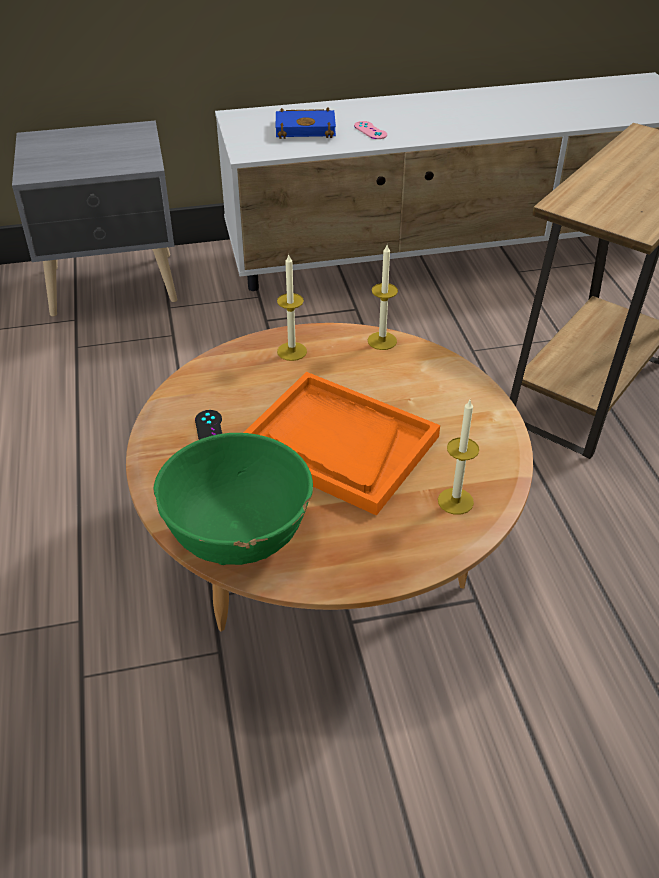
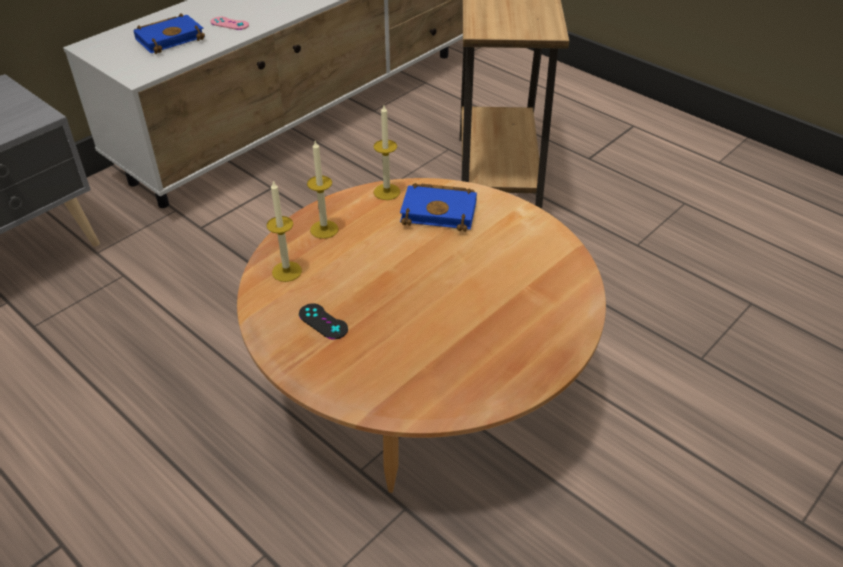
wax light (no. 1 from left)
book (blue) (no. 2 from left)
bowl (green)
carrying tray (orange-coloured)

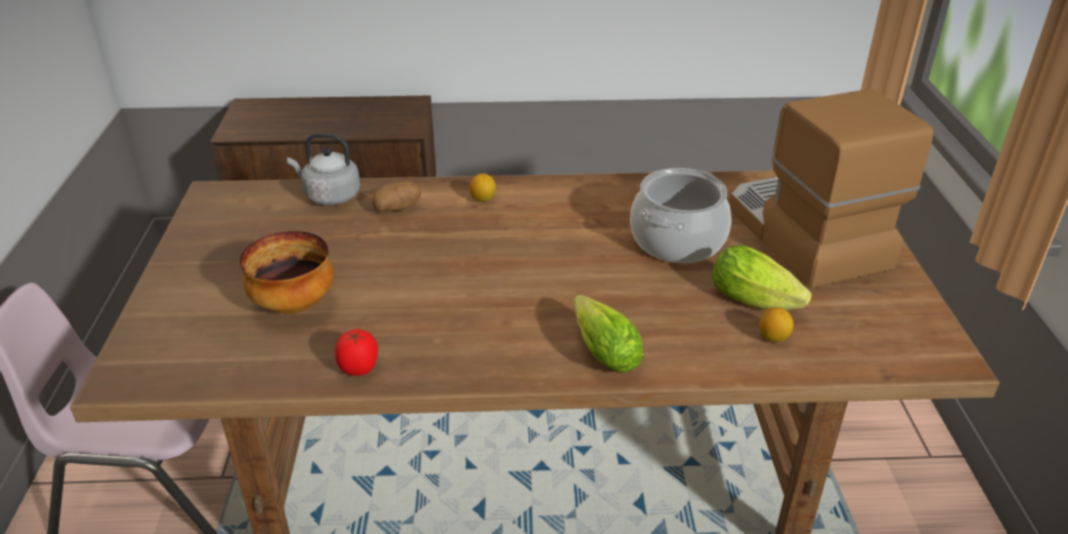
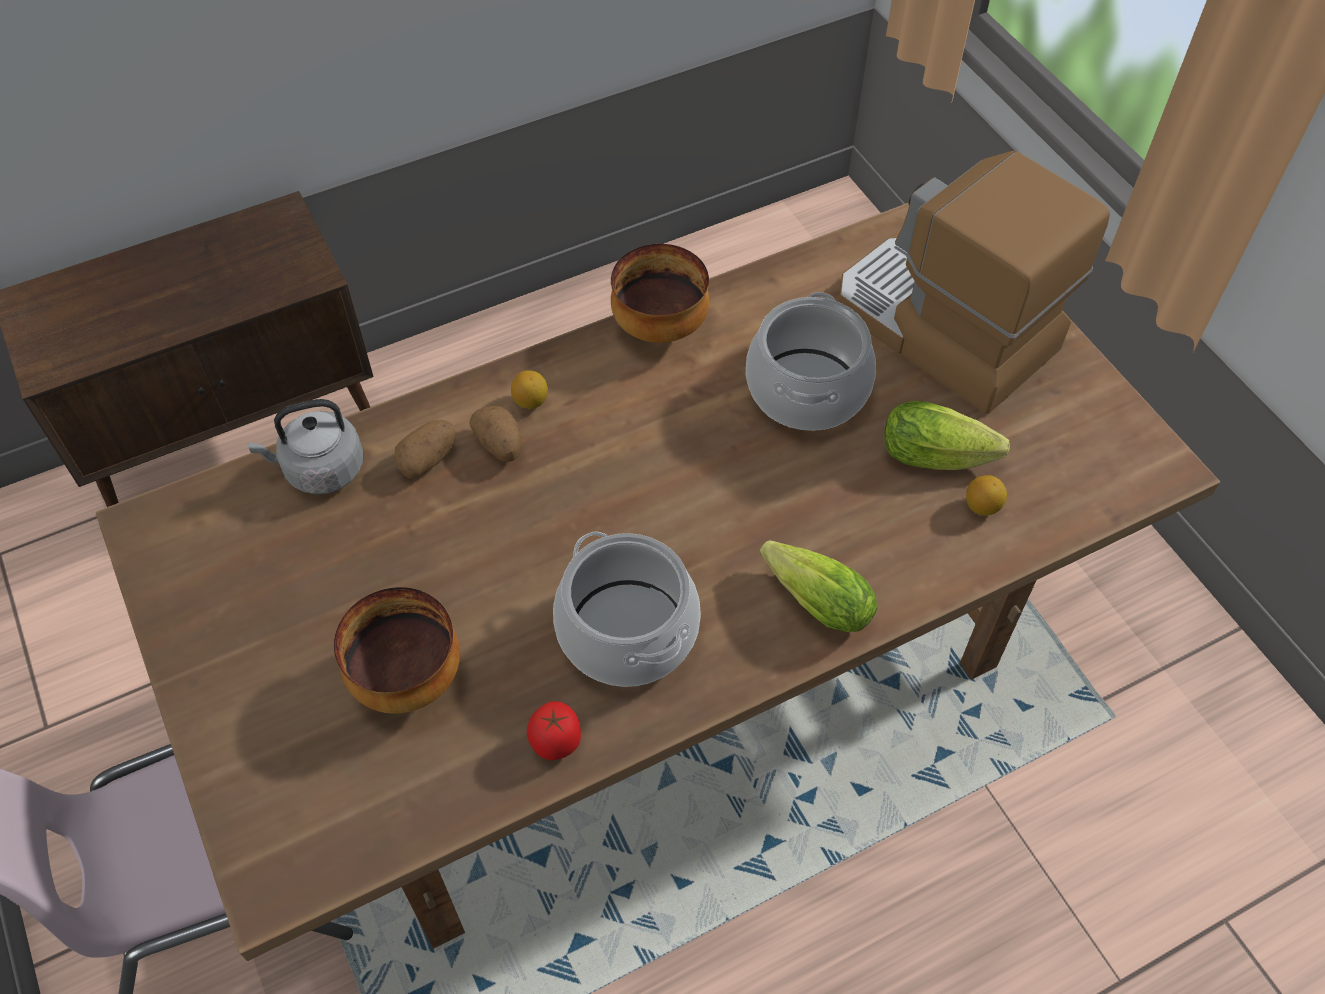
potato (no. 2 from left)
stockpot (no. 1 from left)
bowl (no. 2 from left)

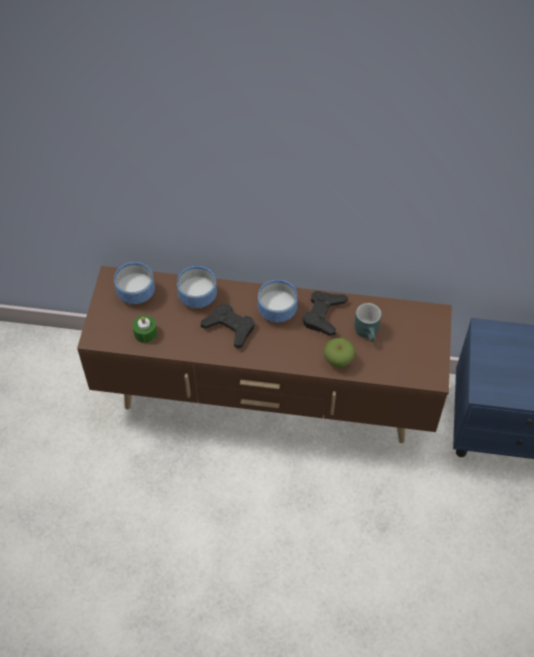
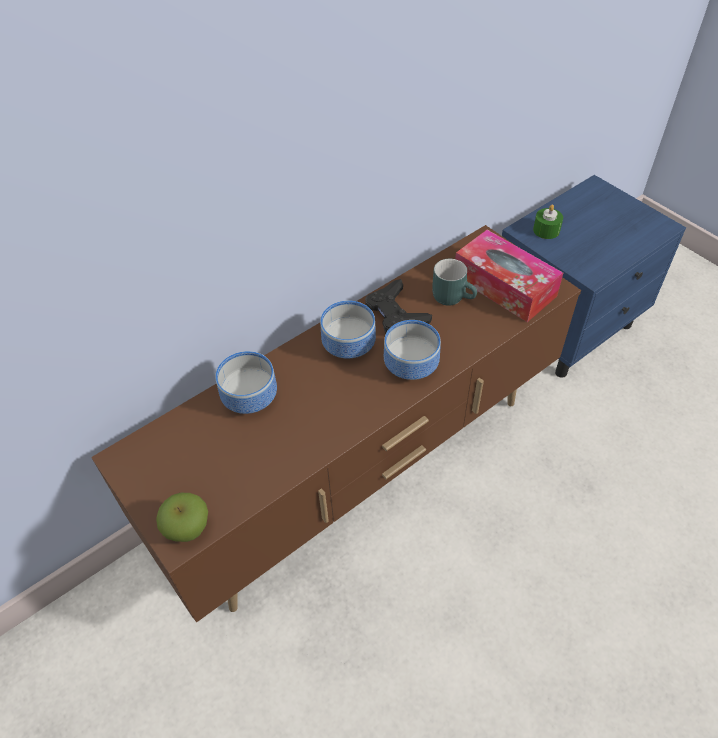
whole apple
bowl (no. 3 from left)
box of tissues
wax light (green)
game controller (black-coloured) (no. 1 from left in the first image)

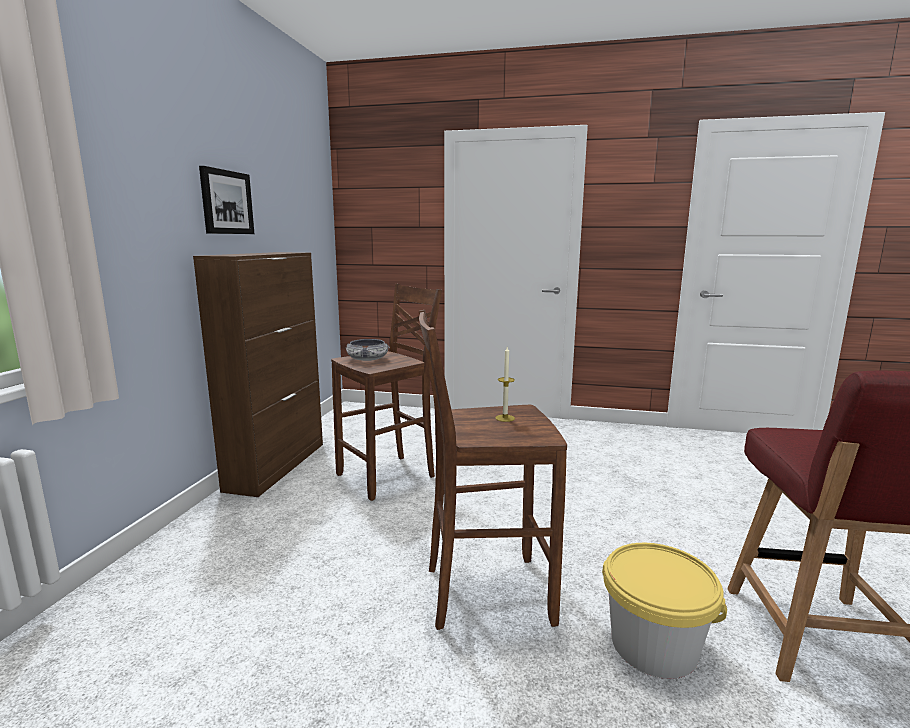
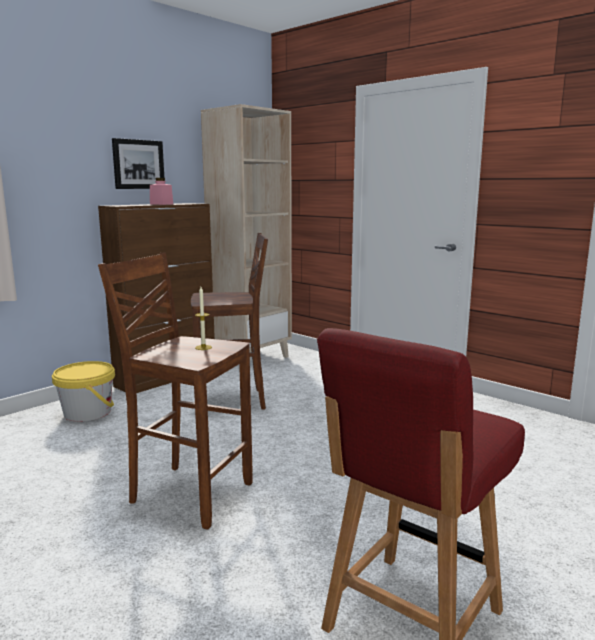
water bucket (yellowish)
storage jar (pink-coloured)
bookshelf (sand-coloured)
bowl

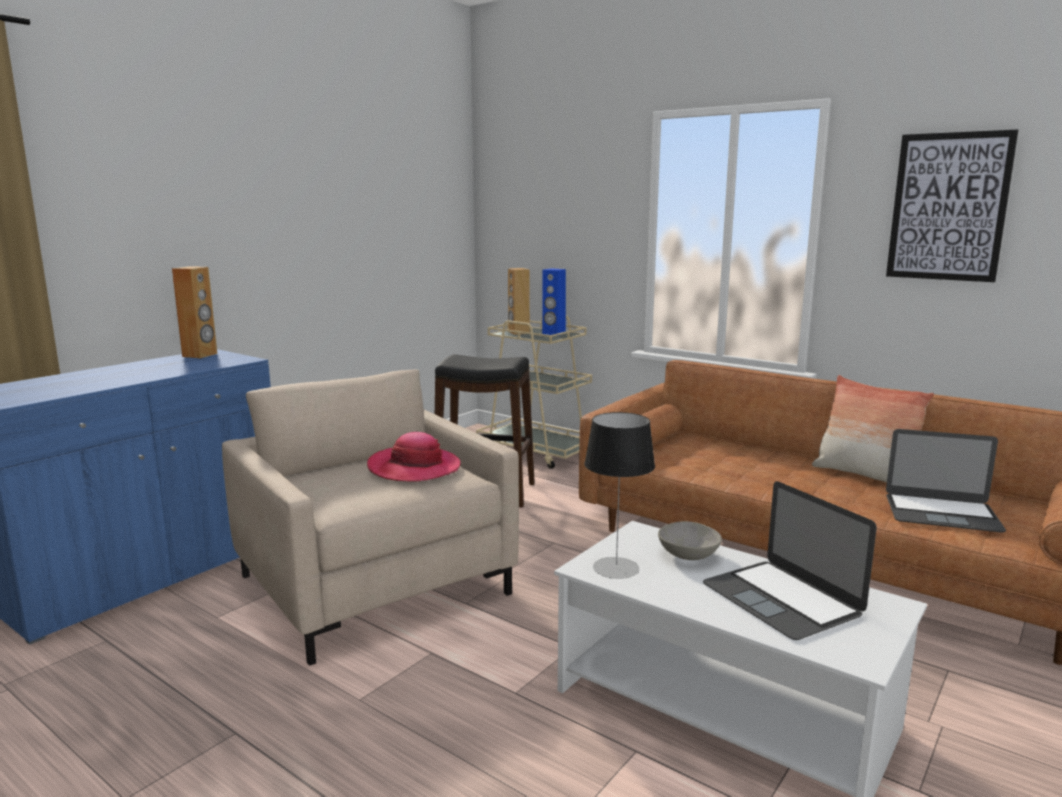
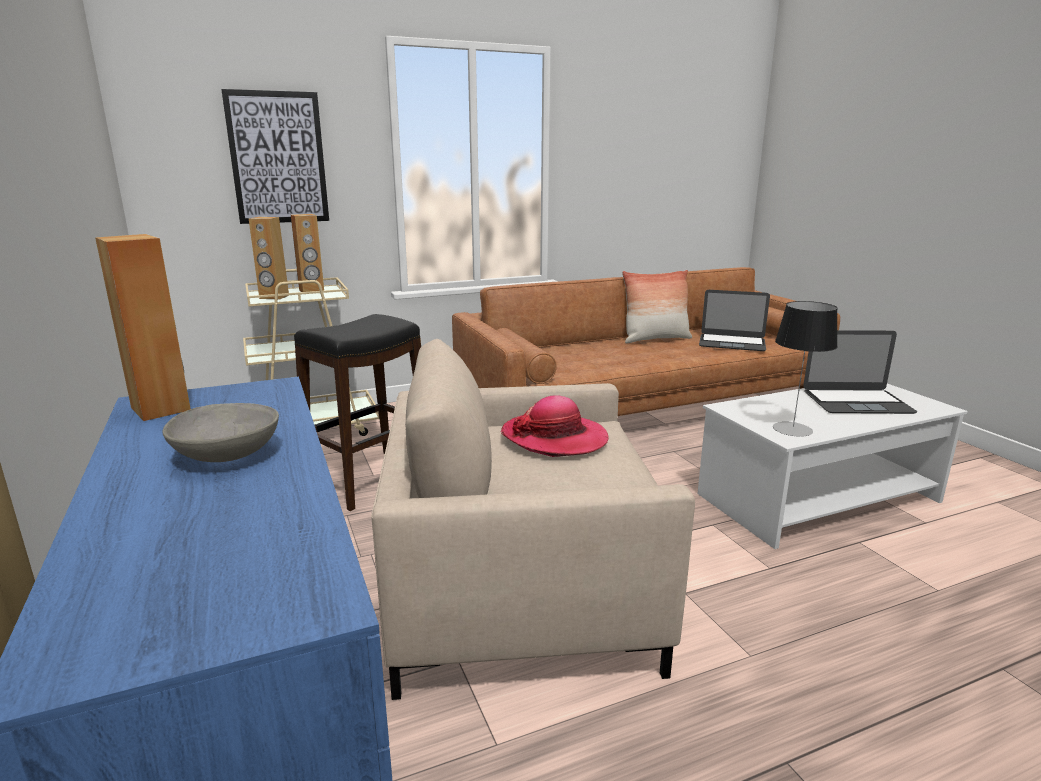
bowl (gray)
wall art
speaker (brown-coloured) (no. 3 from left)
portable computer (no. 1 from left)

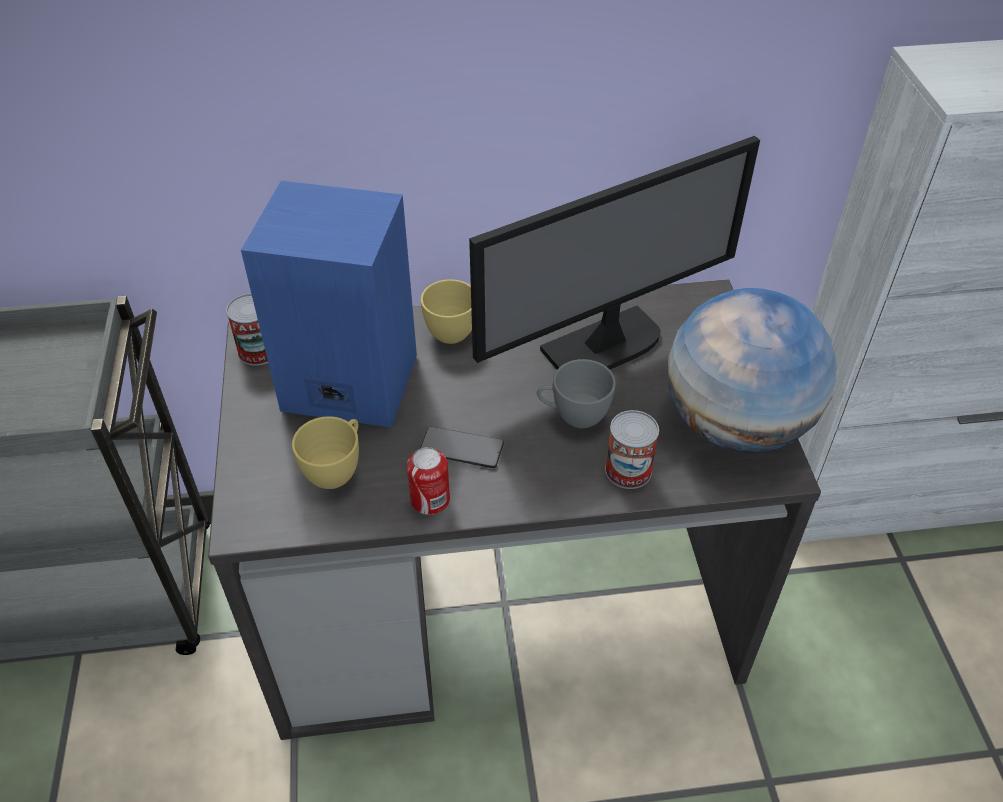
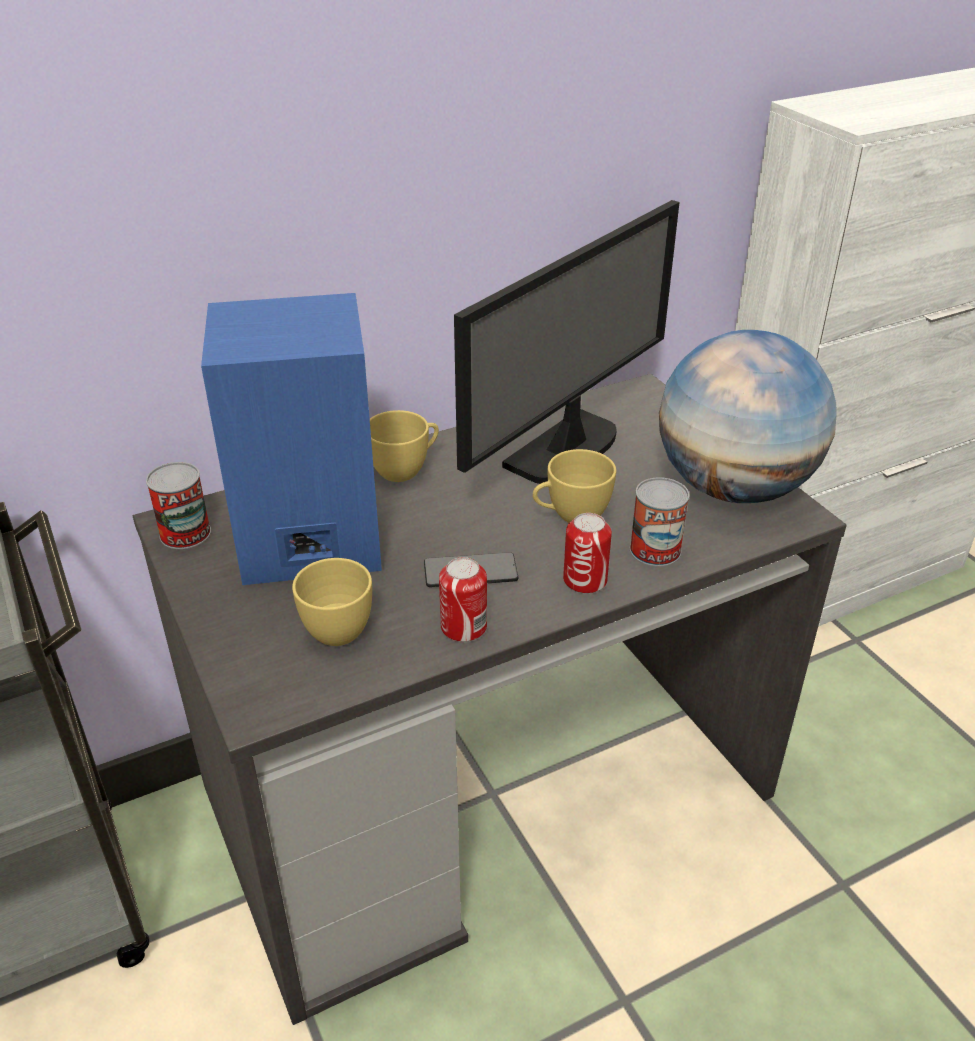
cup (yellowish) (no. 3 from left)
can (no. 3 from left)

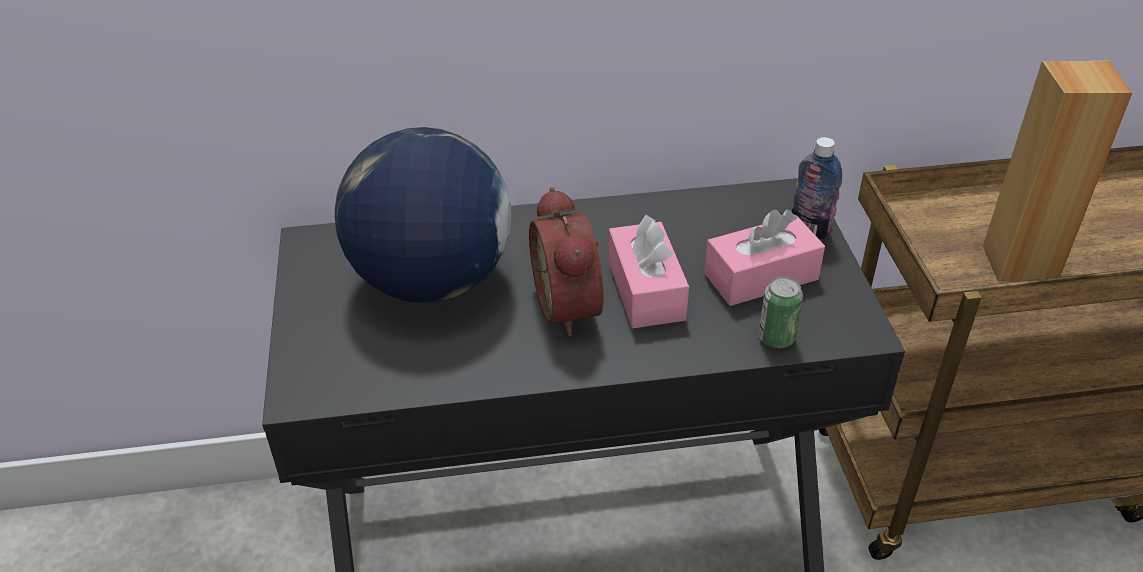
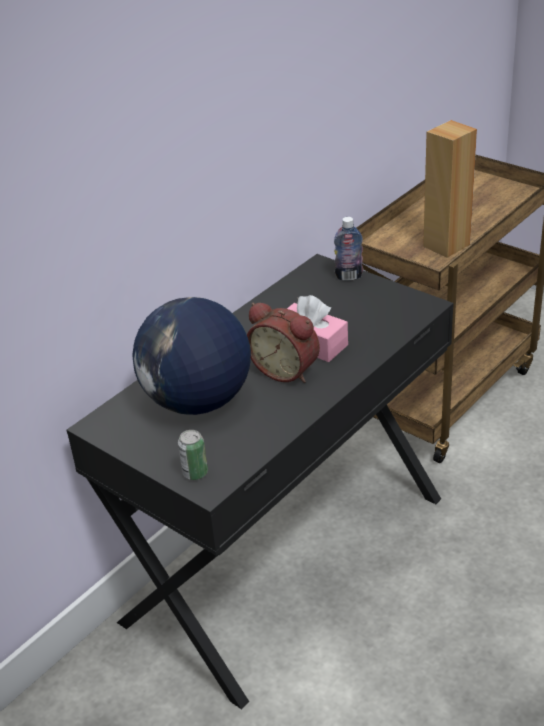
can
box of tissues (pink-coloured) (no. 2 from left in the first image)

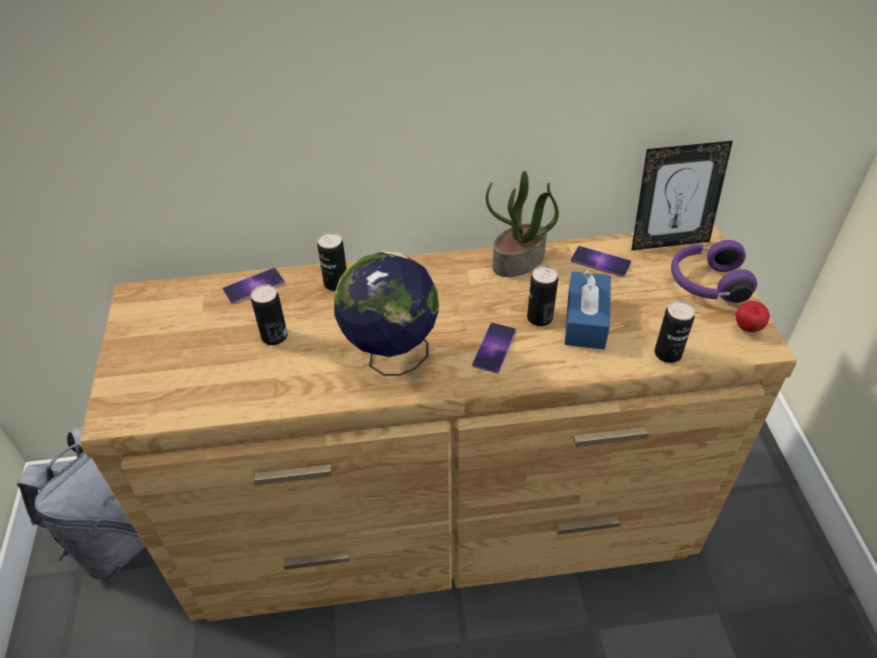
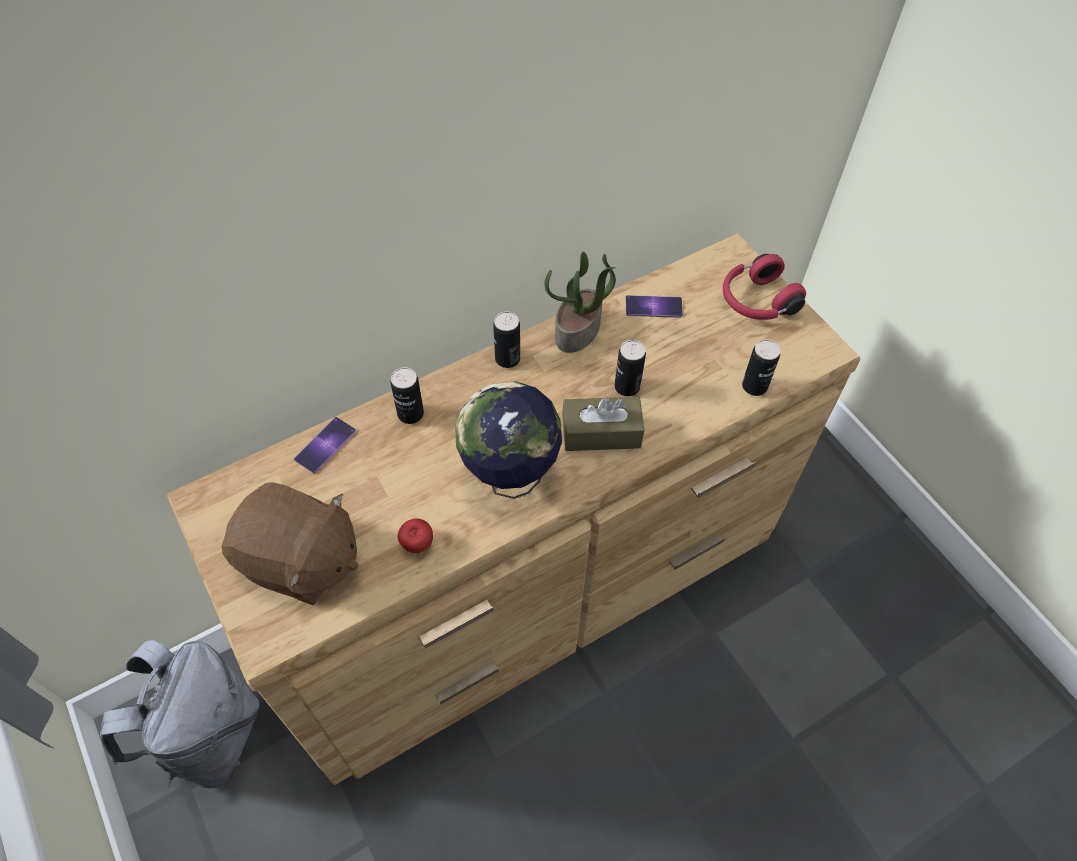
soft toy (brown-coloured)
whole apple
can (no. 2 from left)
box of tissues (brown-coloured)
headset (red-coloured)
box of tissues (blue)
standing frame

